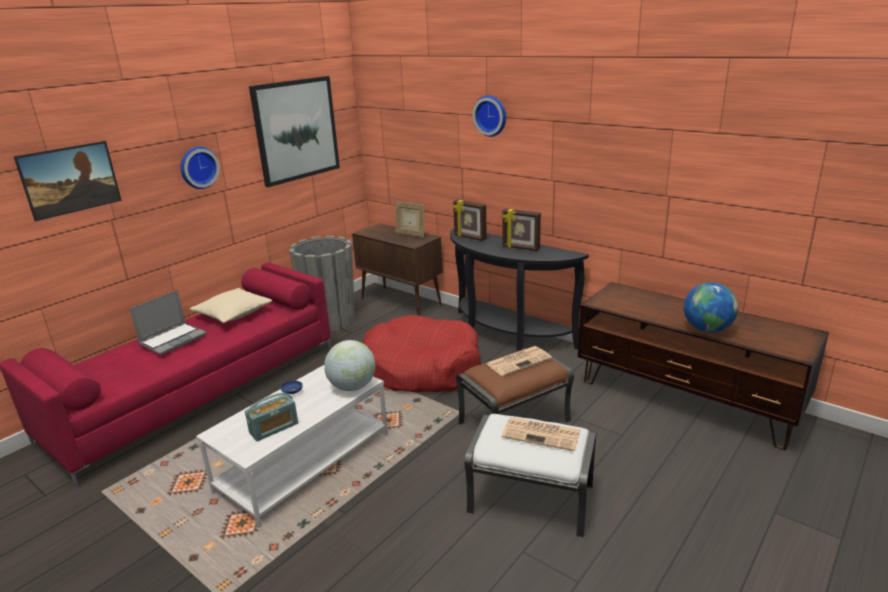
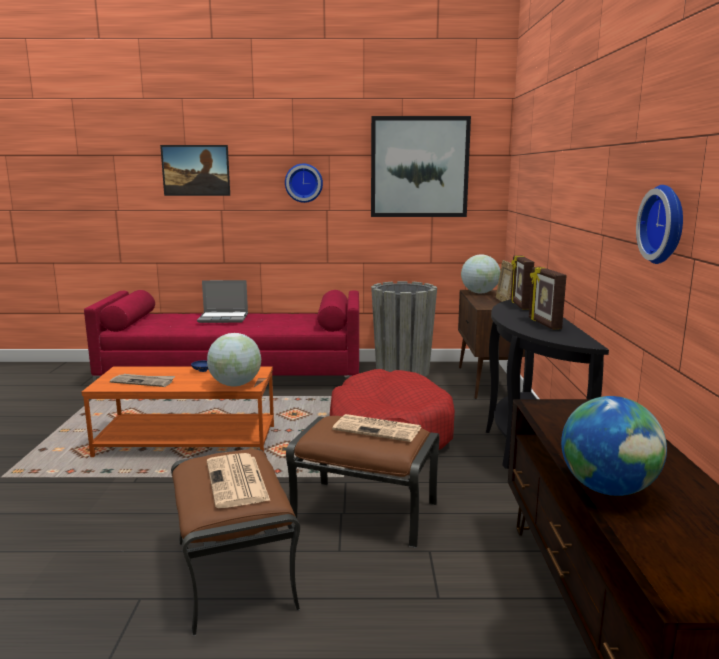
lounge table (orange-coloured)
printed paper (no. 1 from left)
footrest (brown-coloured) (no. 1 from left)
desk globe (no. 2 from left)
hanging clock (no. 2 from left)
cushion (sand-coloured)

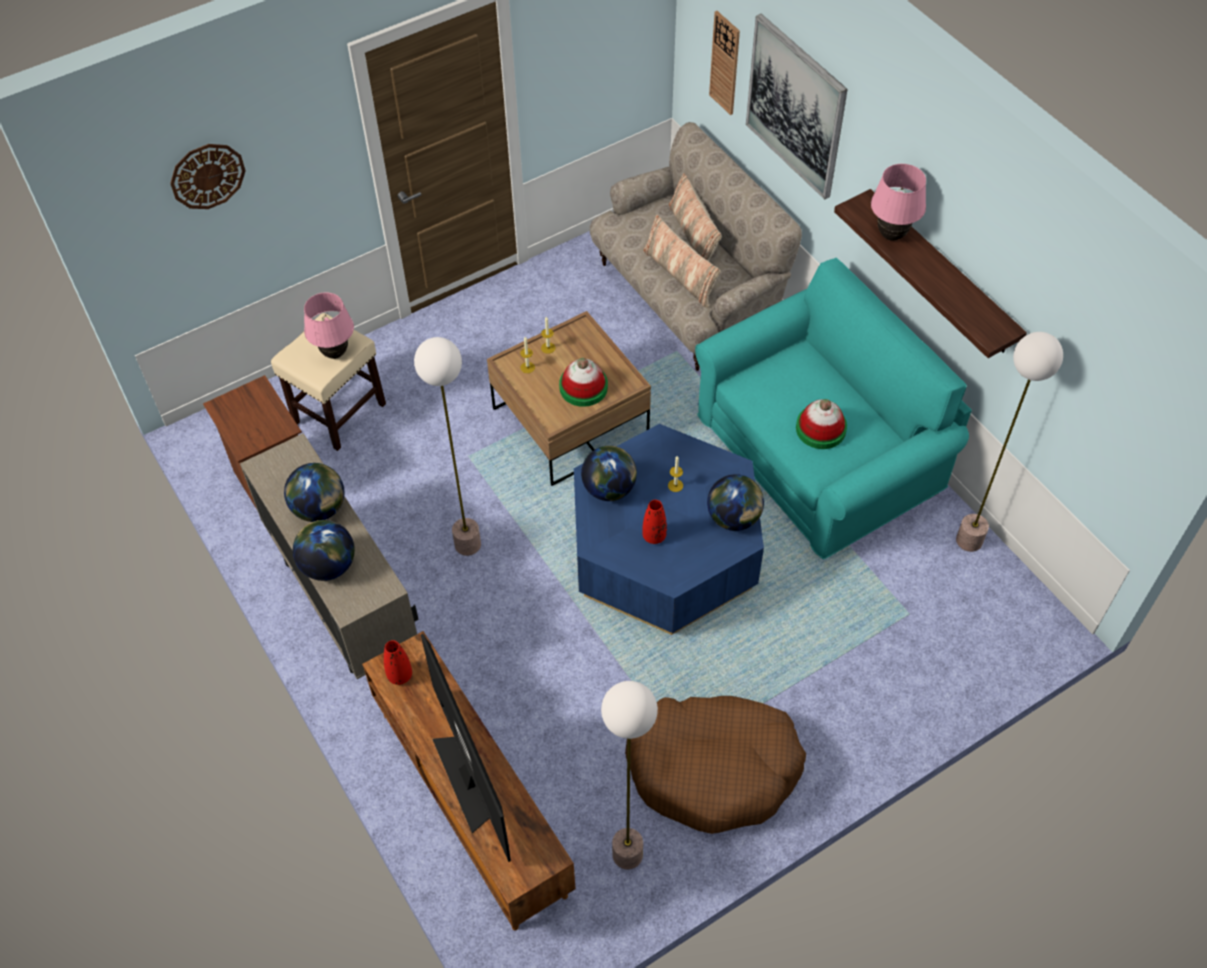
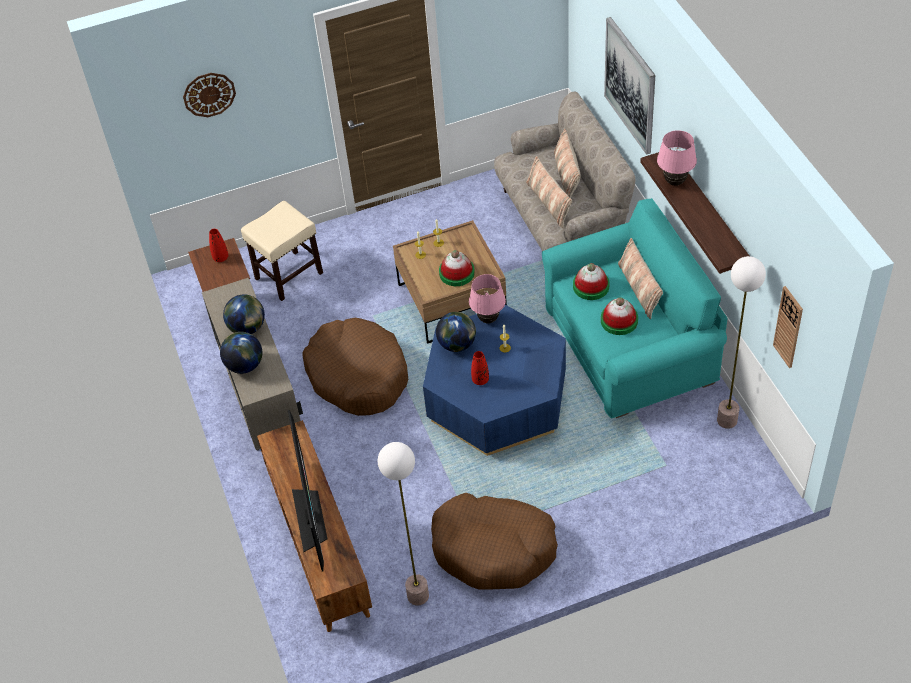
flower vase (red-coloured) (no. 1 from left)
dog cushion (brown-coloured) (no. 1 from left)
table lamp (pink-coloured) (no. 1 from left)
wearable hat (no. 2 from left)
cushion (no. 3 from left)
hanging clock (no. 2 from left)
desk globe (no. 4 from left in the first image)

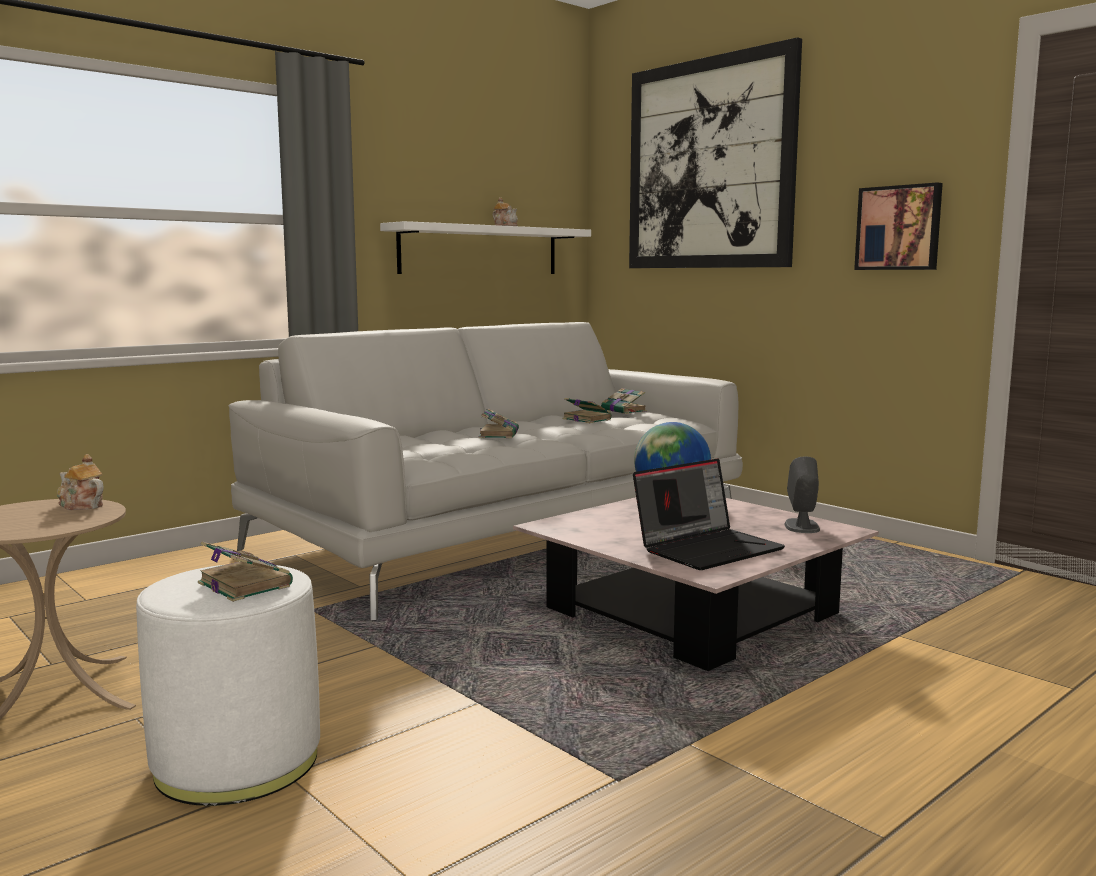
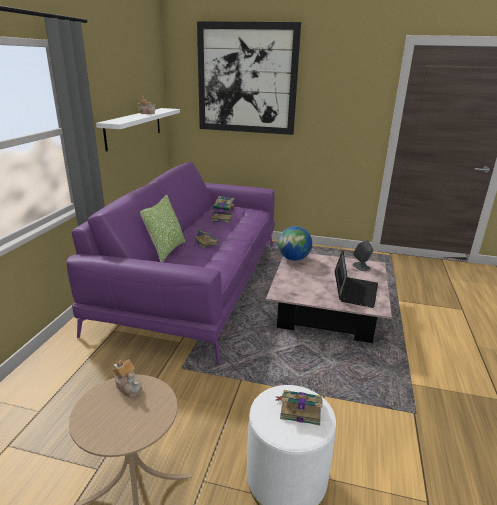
couch (purple)
teapot (no. 1 from left)
cushion
wall art (no. 2 from left in the first image)

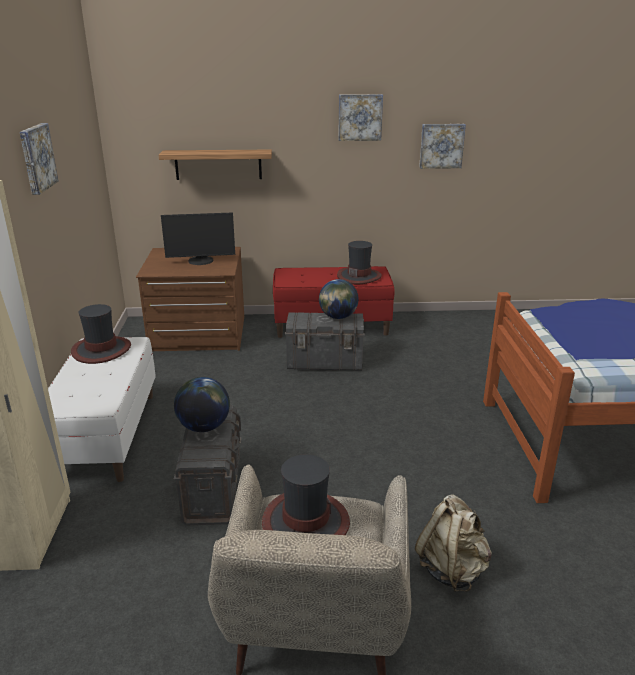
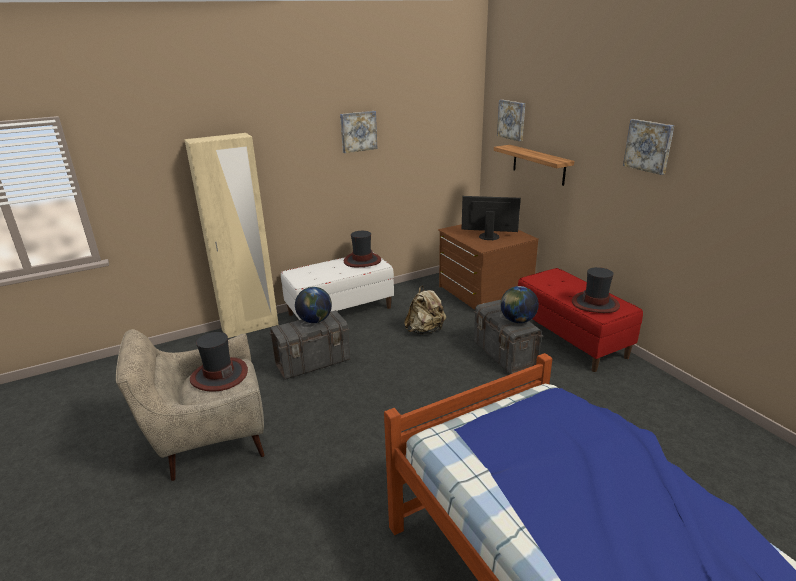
rucksack (sand-coloured)
computer display
wall art (no. 2 from left)

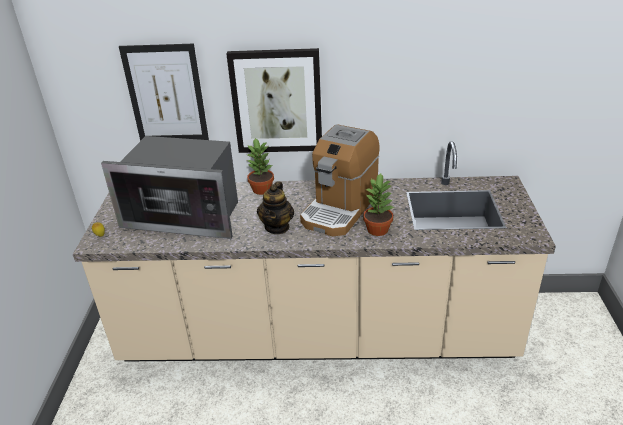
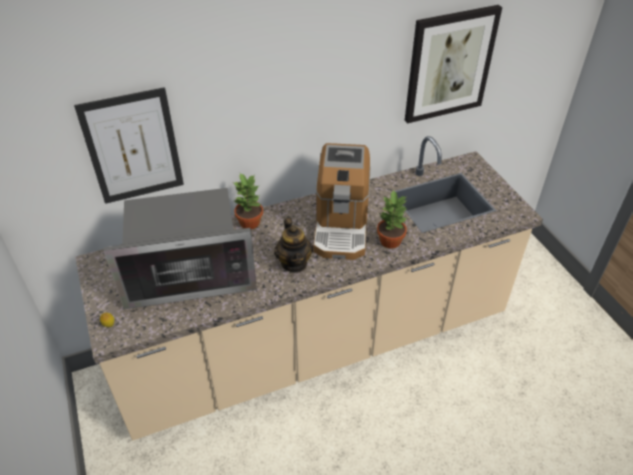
wall art (no. 2 from left)

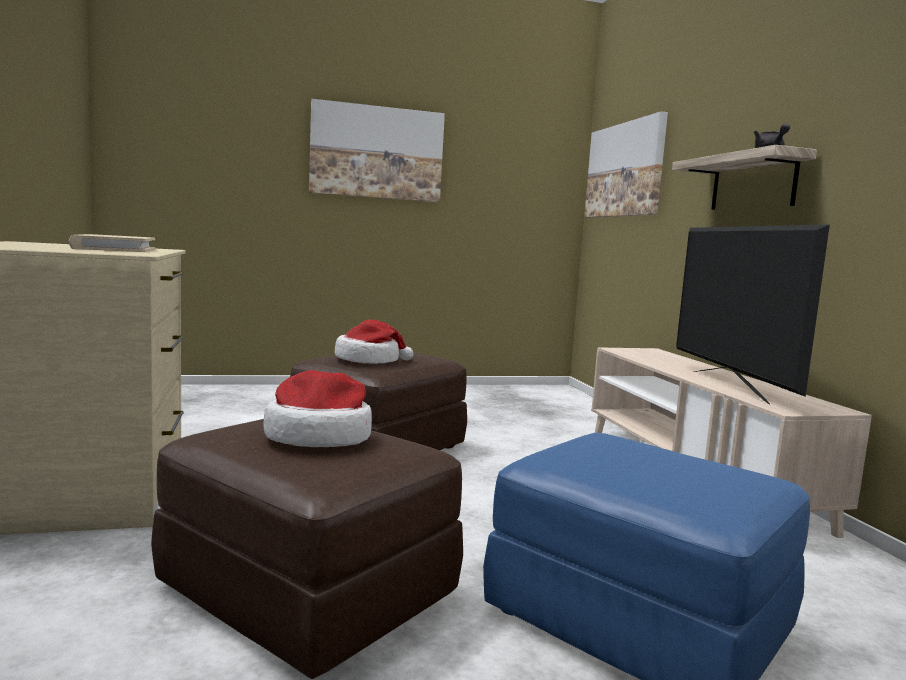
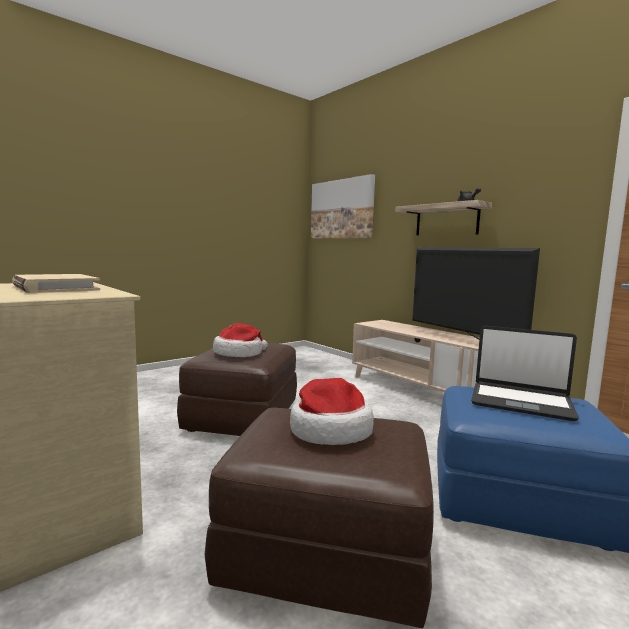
portable computer
wall art (no. 1 from left in the first image)

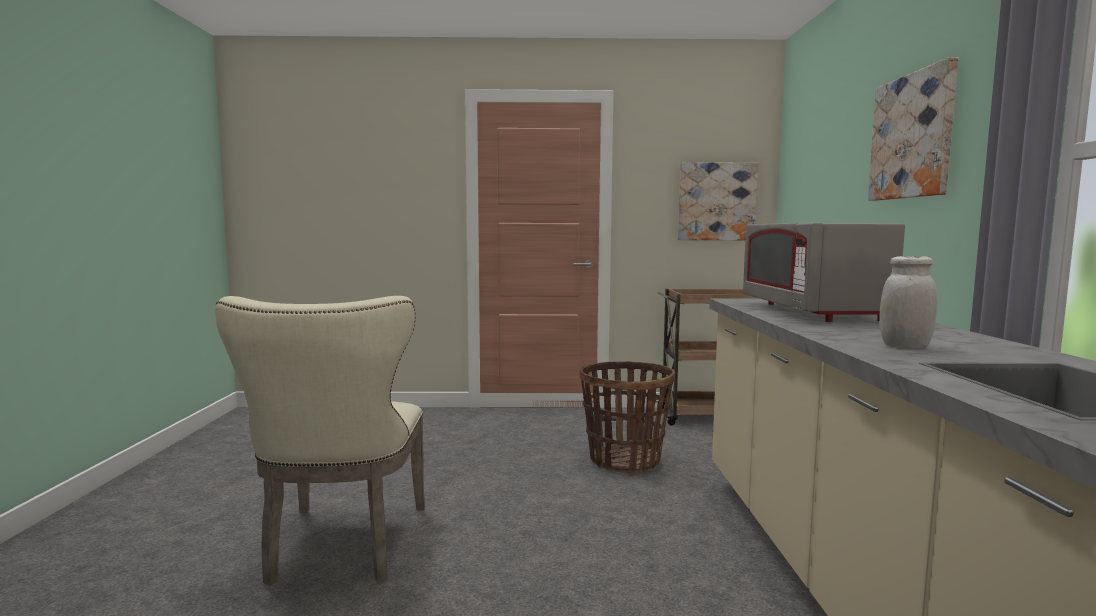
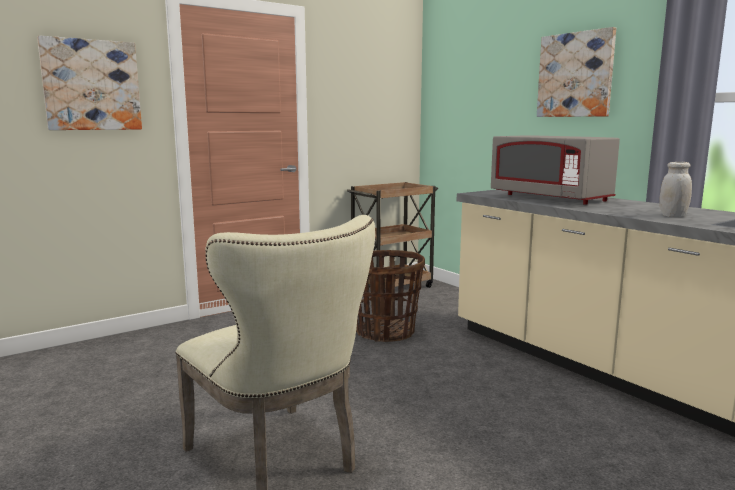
wall art (no. 1 from left)

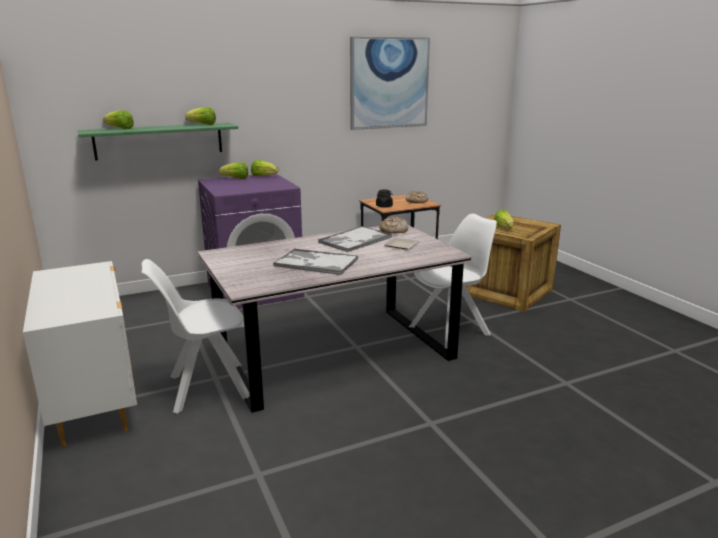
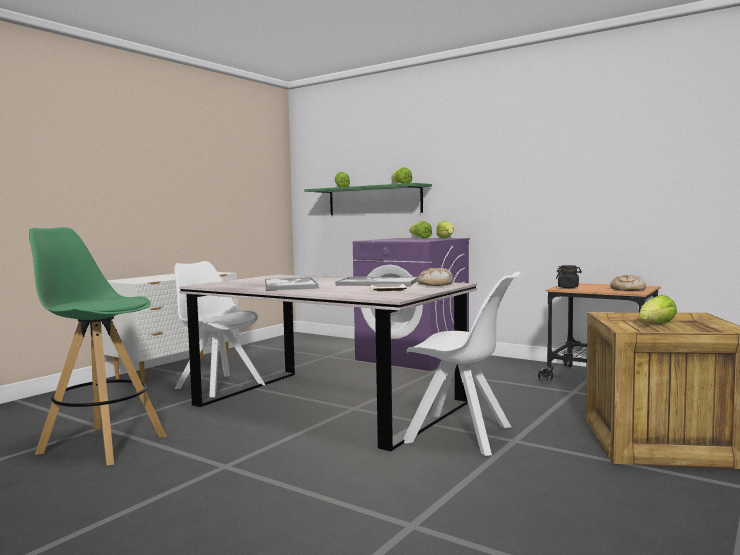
stool (green)
wall art

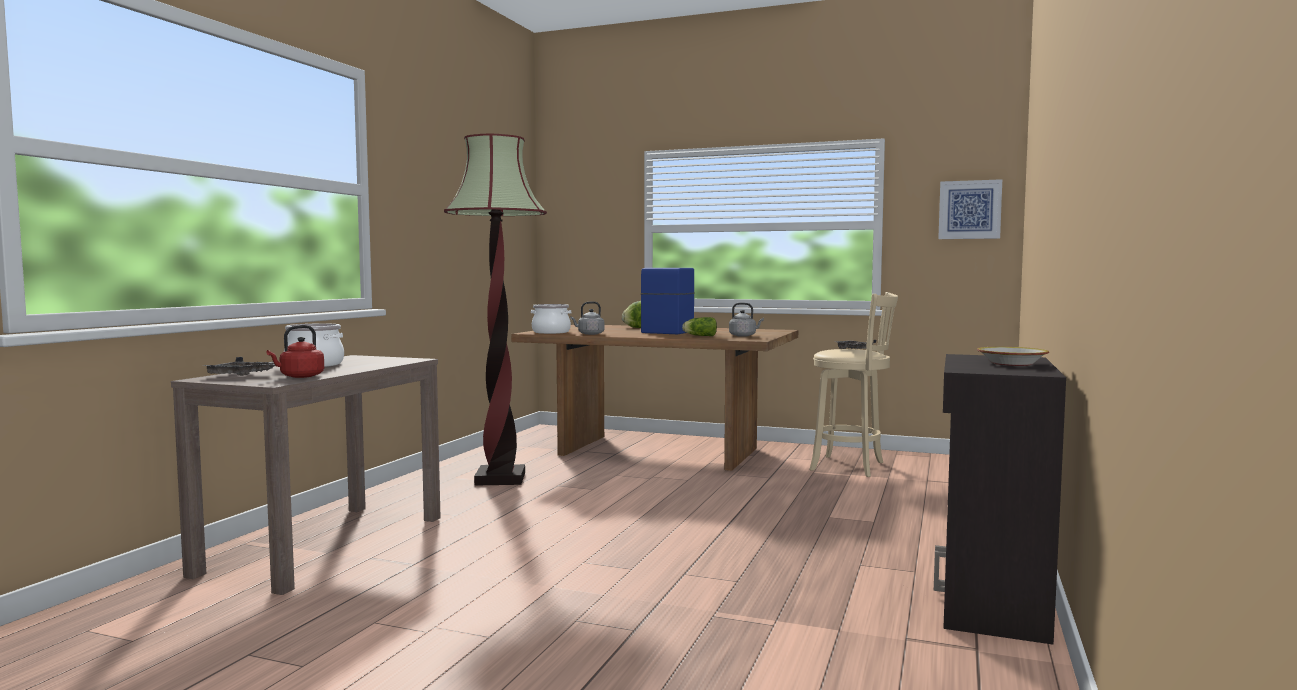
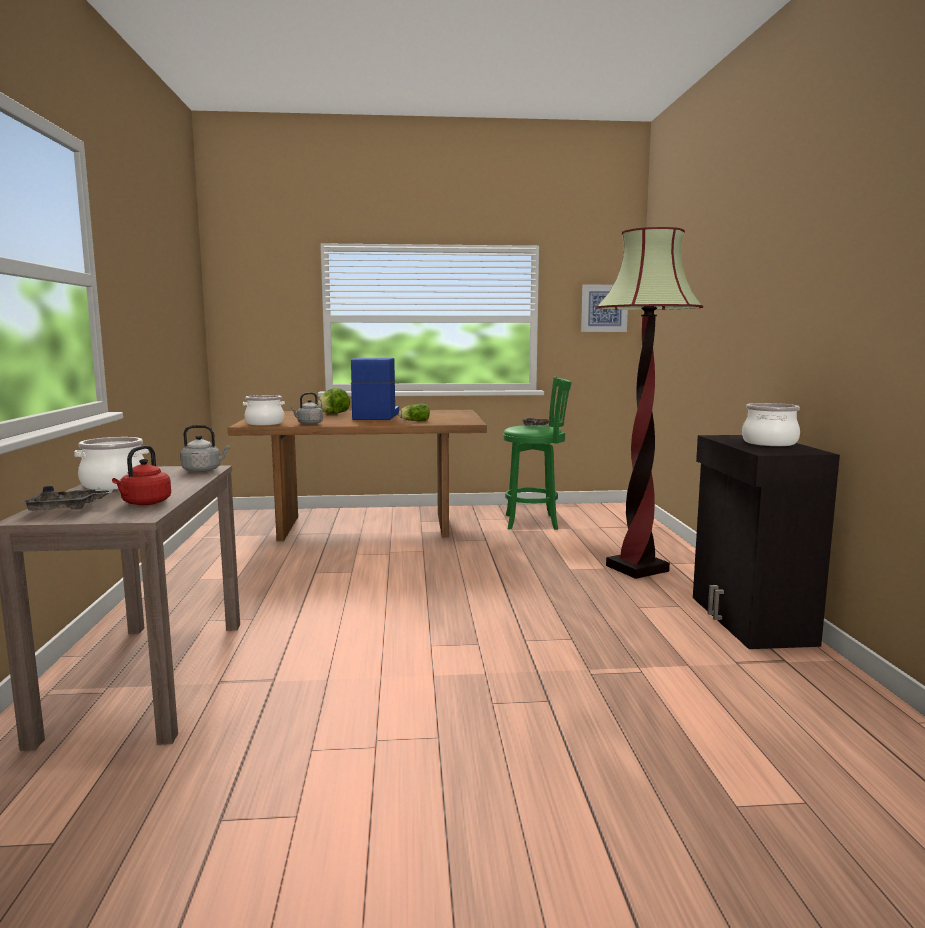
tea kettle (gray) (no. 1 from left)
stool (green)
standard lamp
stockpot (no. 3 from left)

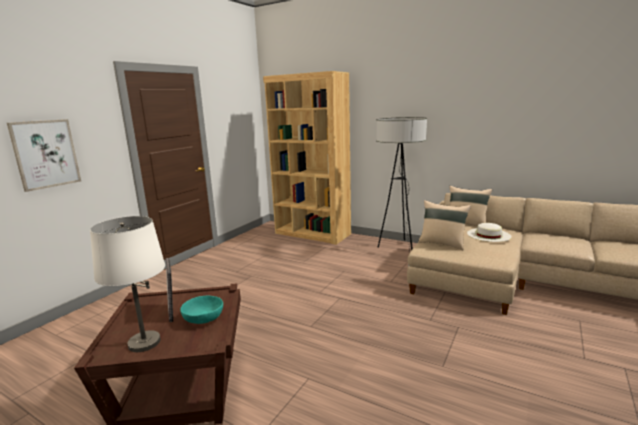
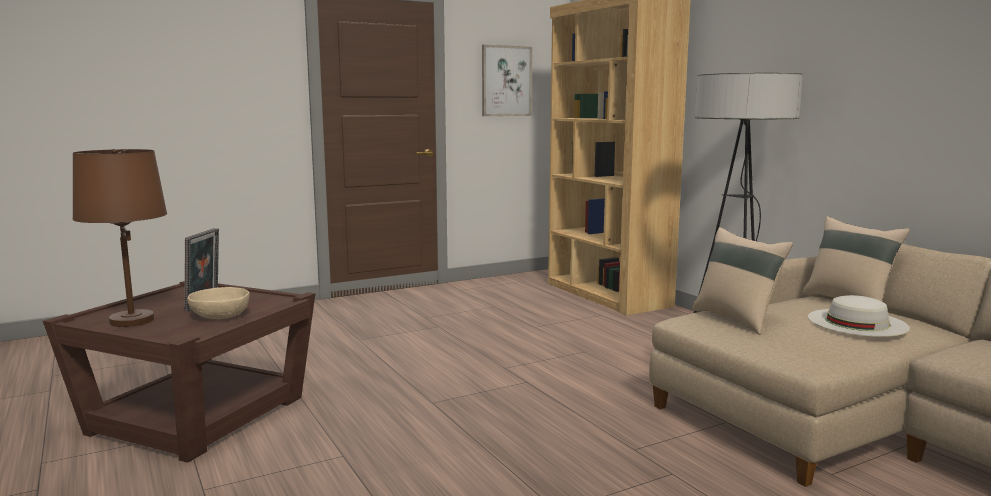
table lamp (brown-coloured)
bowl (sand-coloured)
wall art

